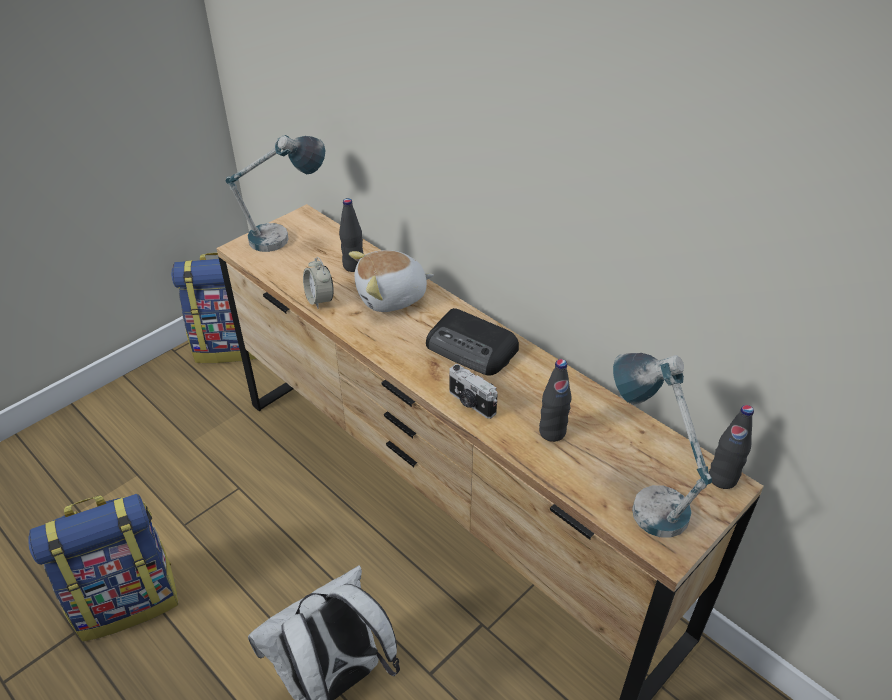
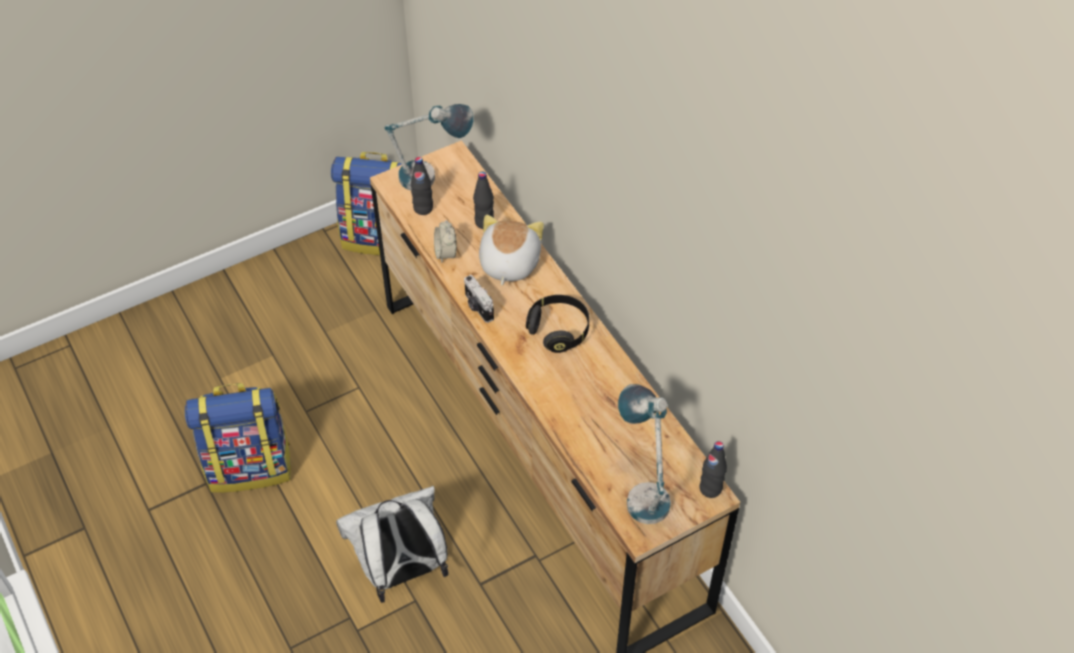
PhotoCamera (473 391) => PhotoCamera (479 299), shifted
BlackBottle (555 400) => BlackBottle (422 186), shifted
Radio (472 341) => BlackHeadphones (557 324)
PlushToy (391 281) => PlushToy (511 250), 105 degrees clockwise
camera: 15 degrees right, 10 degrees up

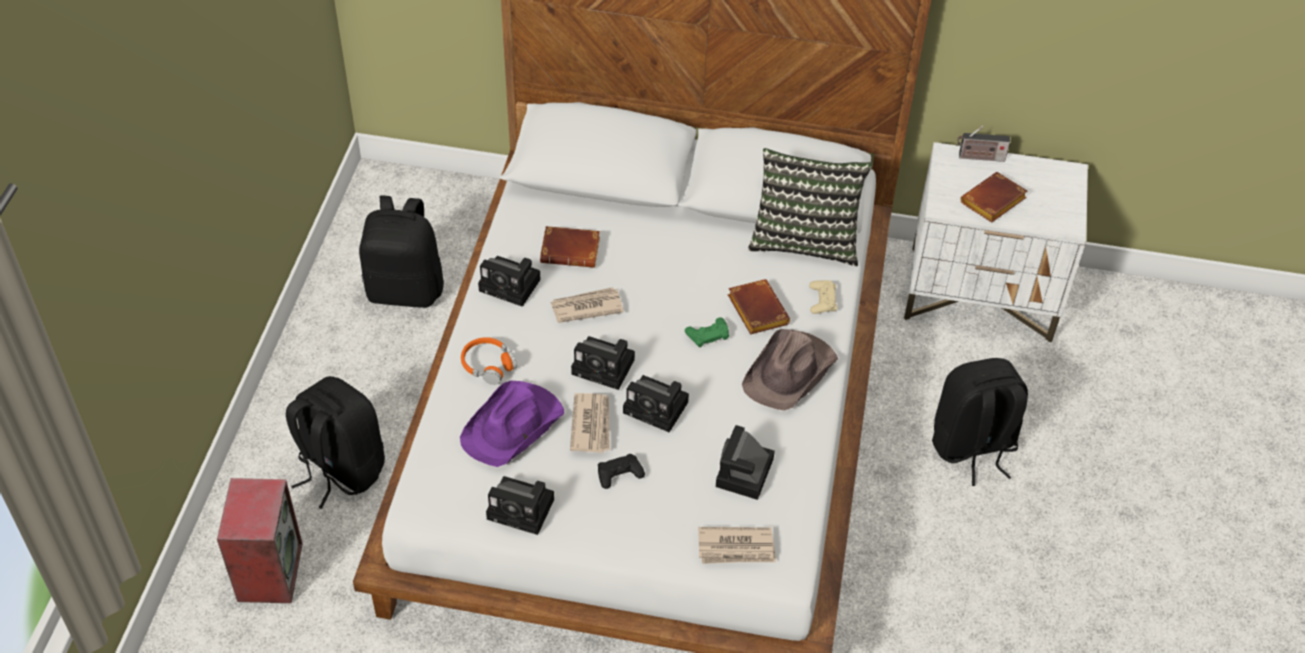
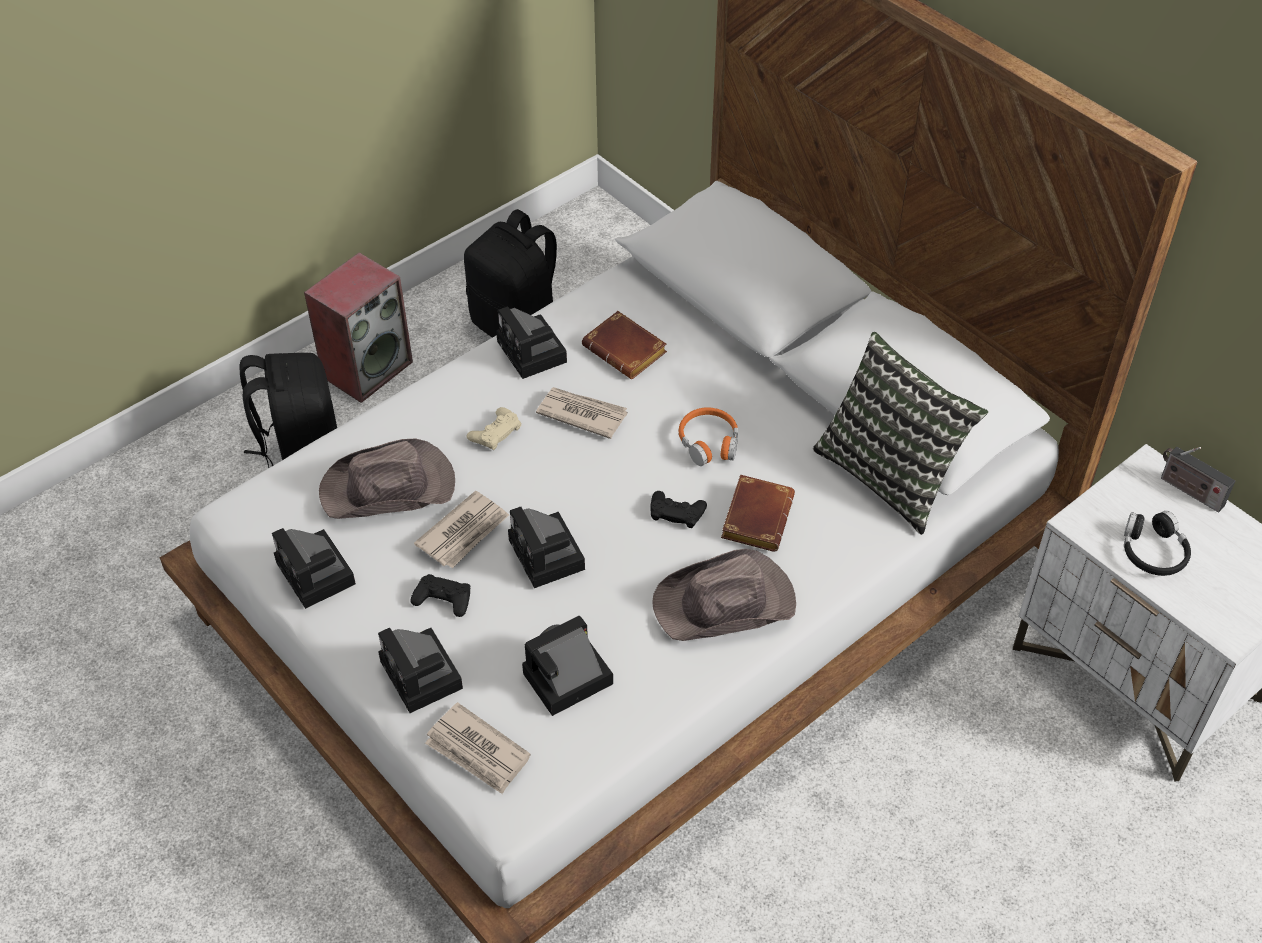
BlackBackpack (980 422) => nothing
Speaker (260 540) => Speaker (358 327), shifted
OrangeHeadphones (489 361) => OrangeHeadphones (708 436), shifted
PhotoCamera (603 363) => PhotoCamera (420 670), shifted
BeigeGameController (823 297) => BeigeGameController (494 428), shifted
BrownBook (993 197) => BlackHeadphones (1157 543)
PurpleHat (512 424) => BrownHat (387 479)
GreenGameController (707 332) => BlackGameController (678 509)
camera: 40 degrees right, 0 degrees up

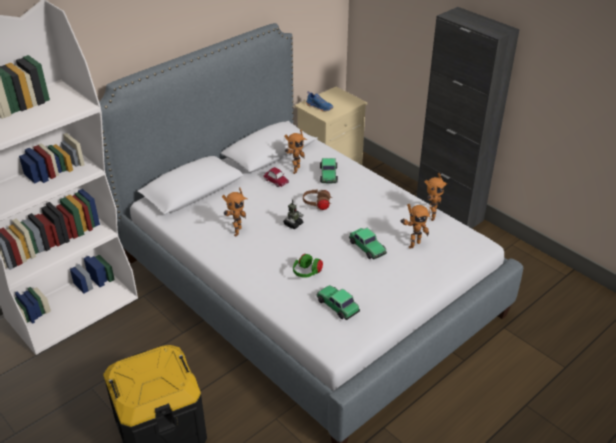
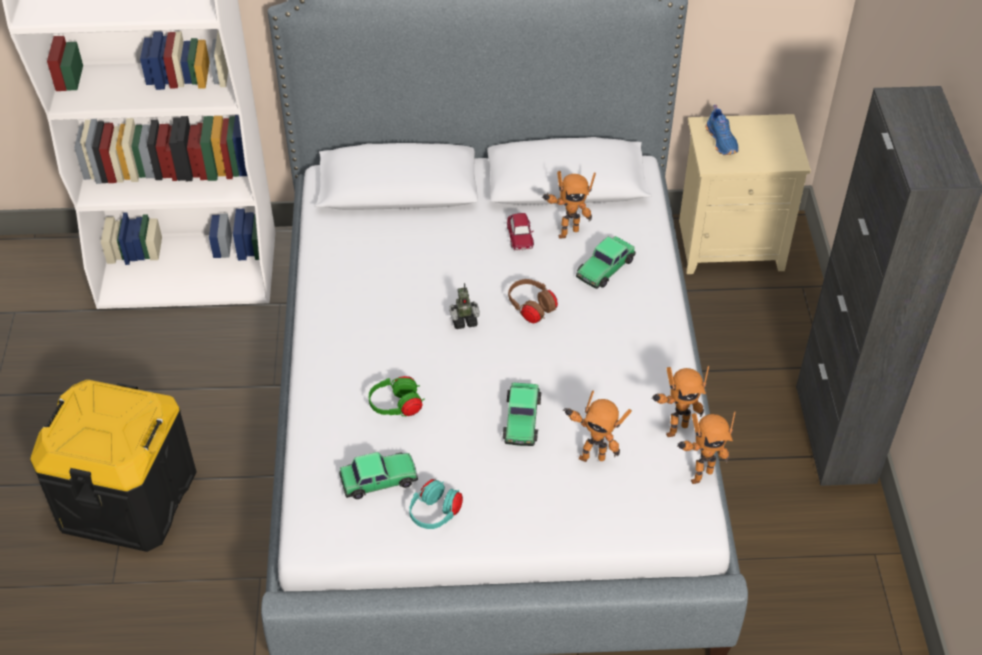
nothing => TurquoiseHeadphones (436 504)
ToyRobot (234 211) => ToyRobot (706 447), shifted
ToyCar (338 302) => ToyCar (378 475), 75 degrees clockwise
camera: 40 degrees right, 10 degrees up

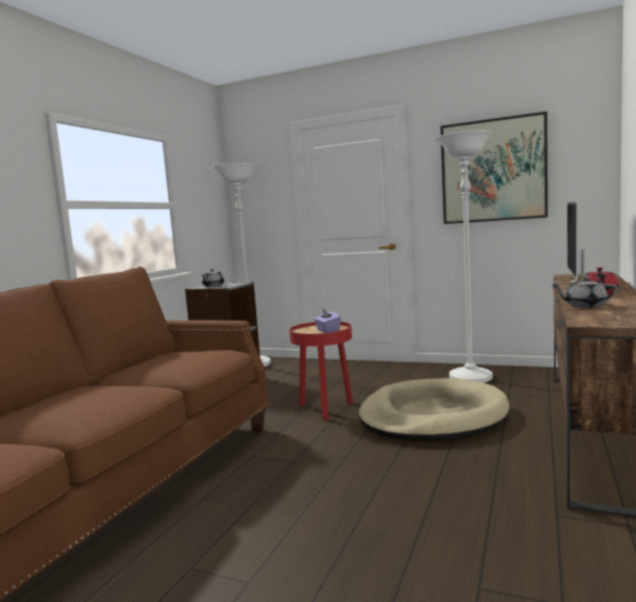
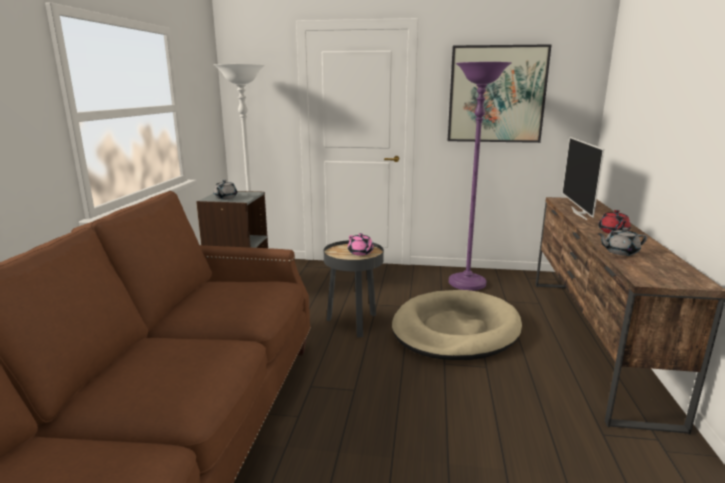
PurpleTissueBox (327 320) => PinkTeapot (361 244)
RedSideTable (321 371) => BlackSideTable (354 289)
WhiteFloorLamp (464 256) => PurpleFloorLamp (480 176)
camera: 15 degrees left, 10 degrees up

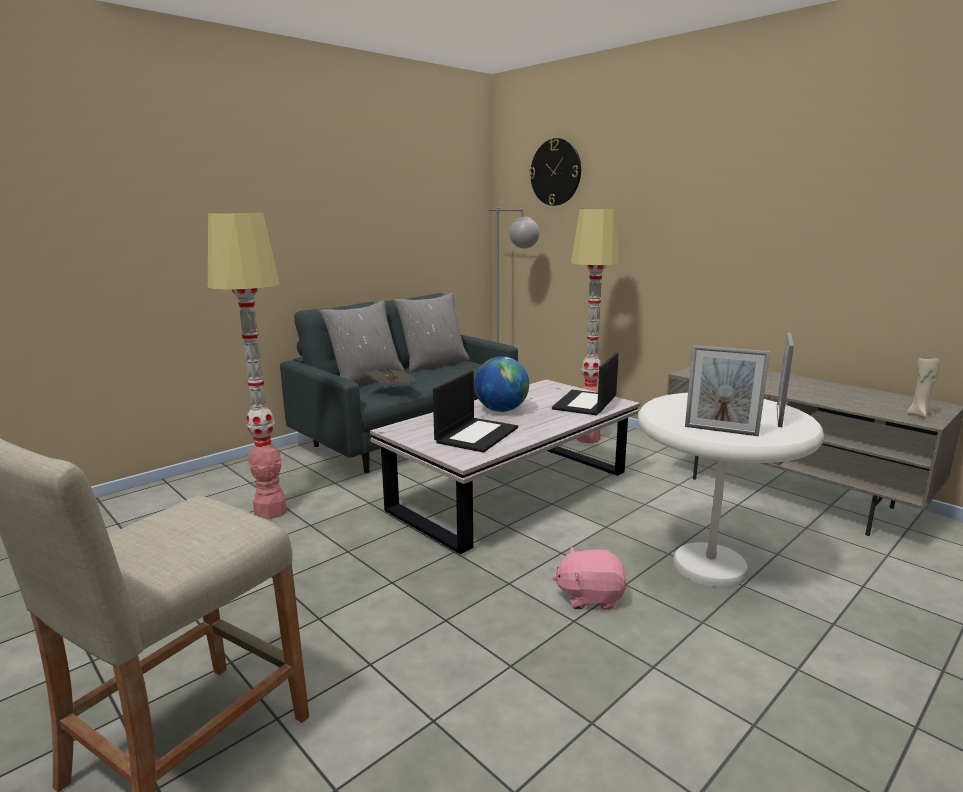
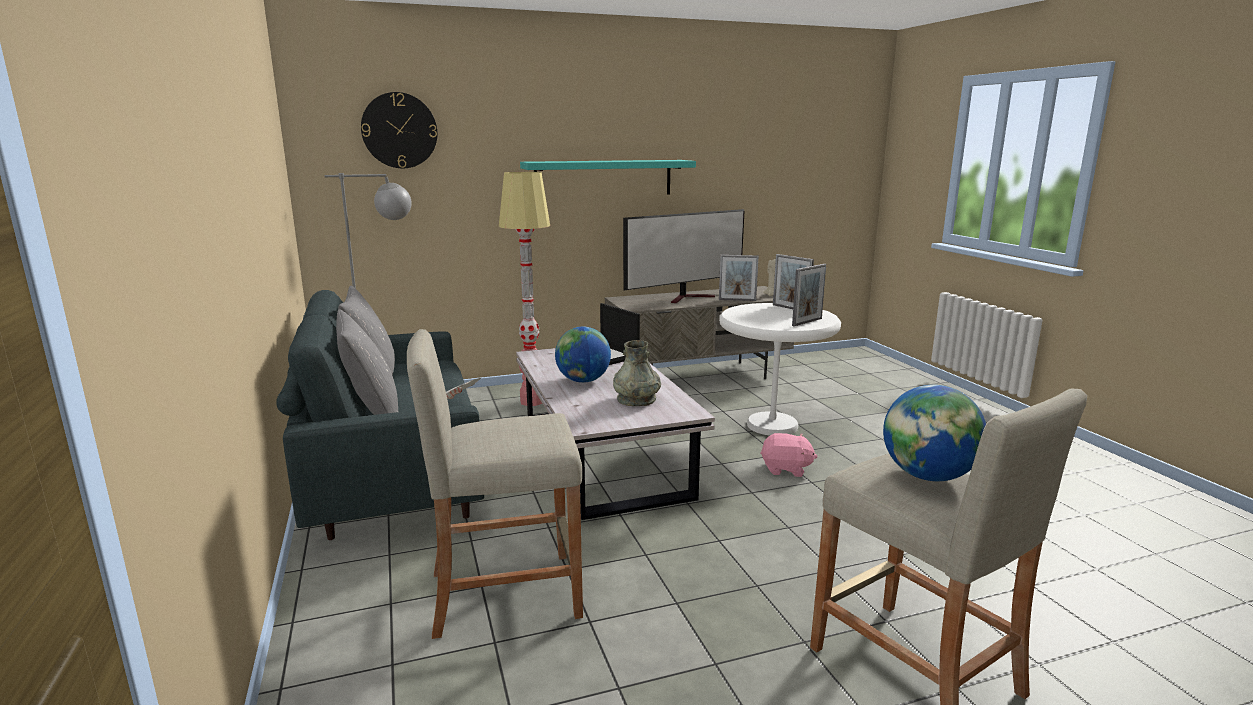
nothing => TurquoiseShelf (608 177)
nothing => Television (683 256)
nothing => PictureFrame (739 278)
nothing => Globe (934 433)
FloorLamp (247 366) => BeigeStool (495 484)
Laptop (475 412) => GreyVase (637 373)
PinkPlushToy (589 578) => PinkPlushToy (789 455), 105 degrees counterclockwise
camera: 65 degrees left, 0 degrees up

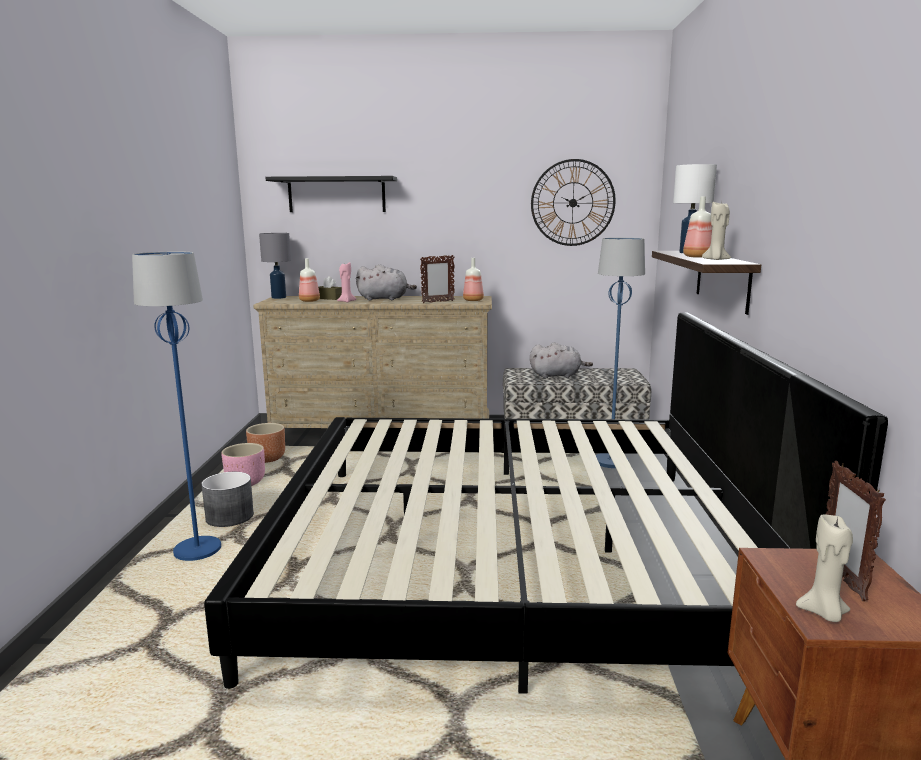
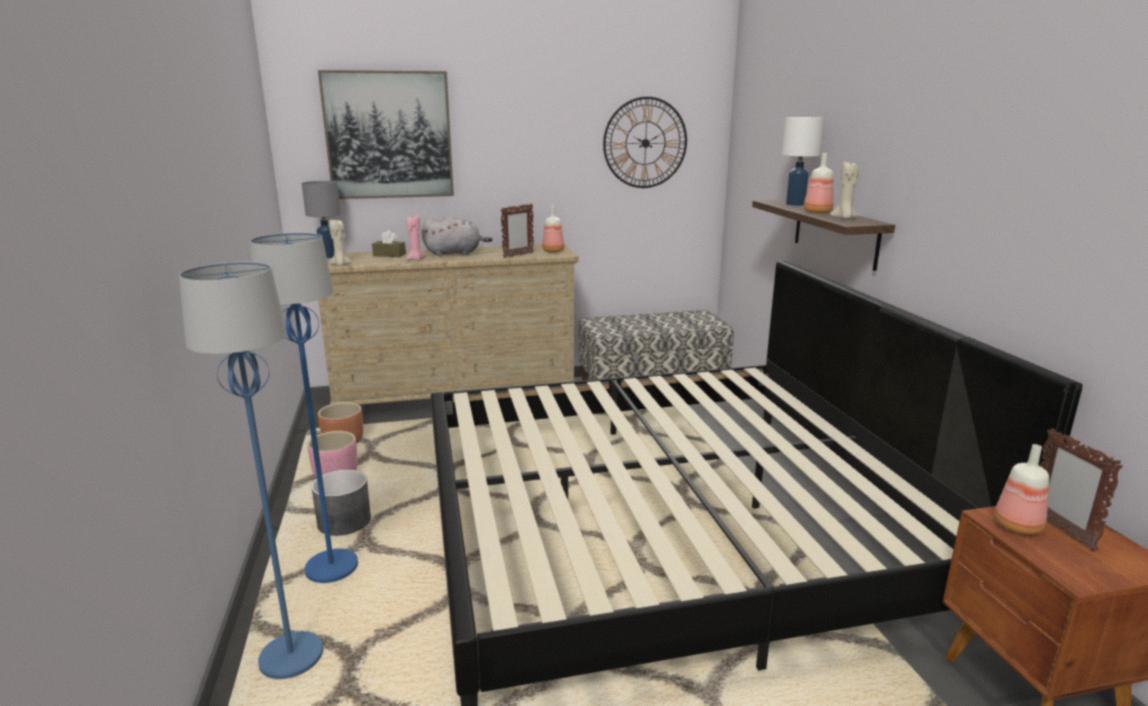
GreyPlushToy (561 360) => nothing
Bottle (309 280) => Bottle (1021 489), shifted
BlueFloorLamp (620 353) => BlueFloorLamp (251 470), shifted
BeigeCandle (824 568) => BeigeCandle (340 243), shifted
BlackShelf (331 194) => Picture (386 134)
camera: 15 degrees left, 5 degrees up

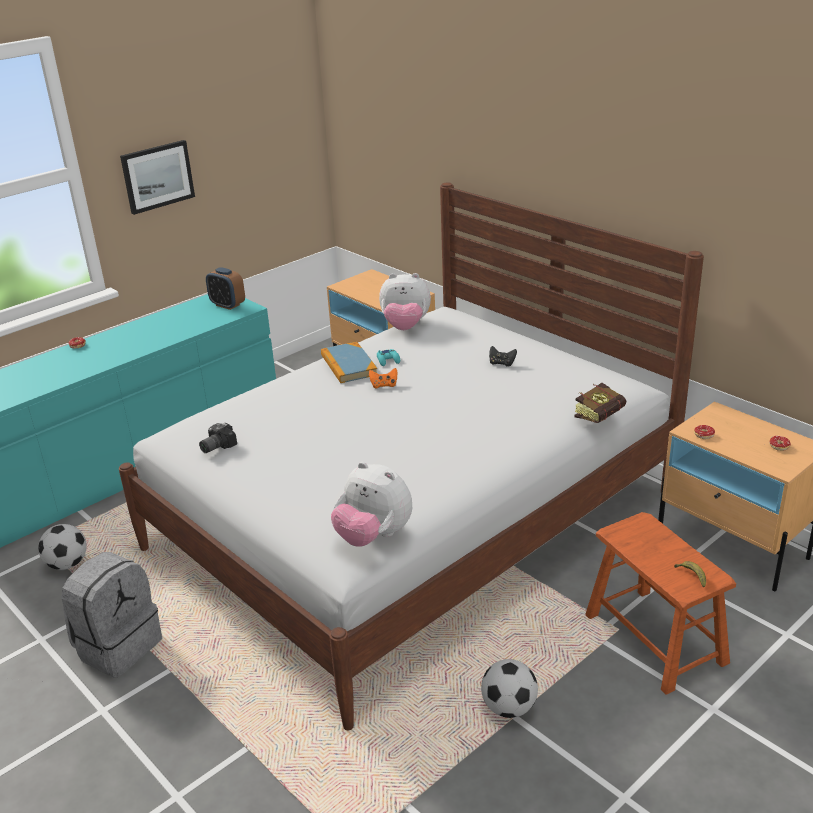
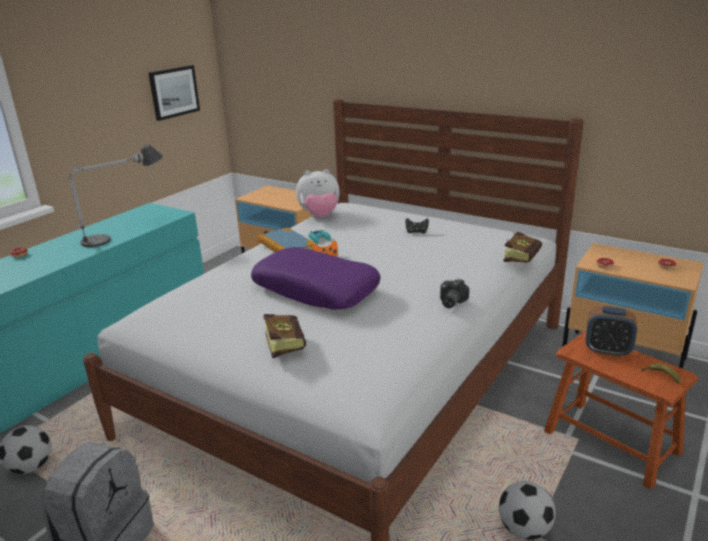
PlushToy (371 504) => nothing
nothing => TableLamp (116 195)
nothing => PurplePillow (316 278)
nothing => Book (284 336)
Picture (157 177) => Picture (174 93), shifted
PhotoCamera (218 438) => PhotoCamera (454 293), shifted
AlarmClock (225 288) => AlarmClock (611 331), shifted
camera: 15 degrees left, 5 degrees down

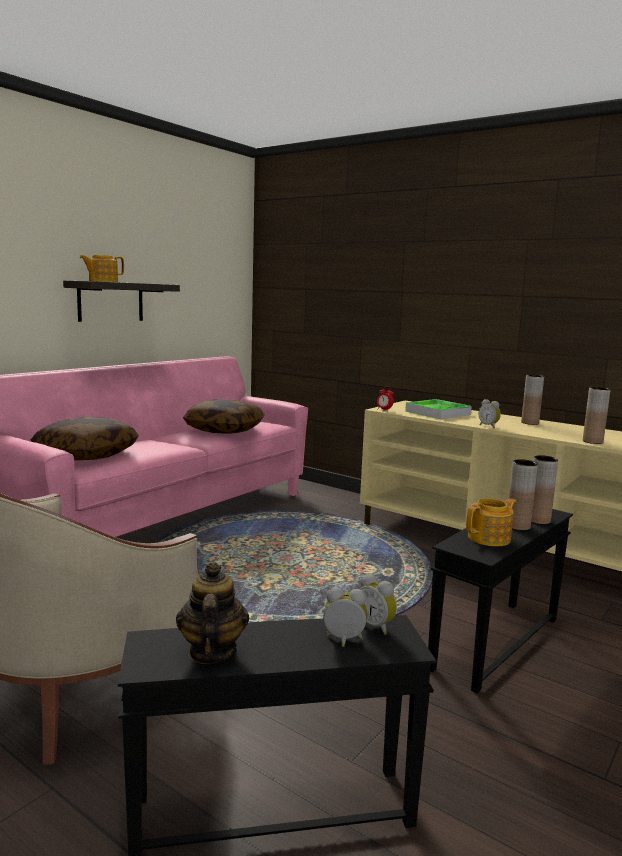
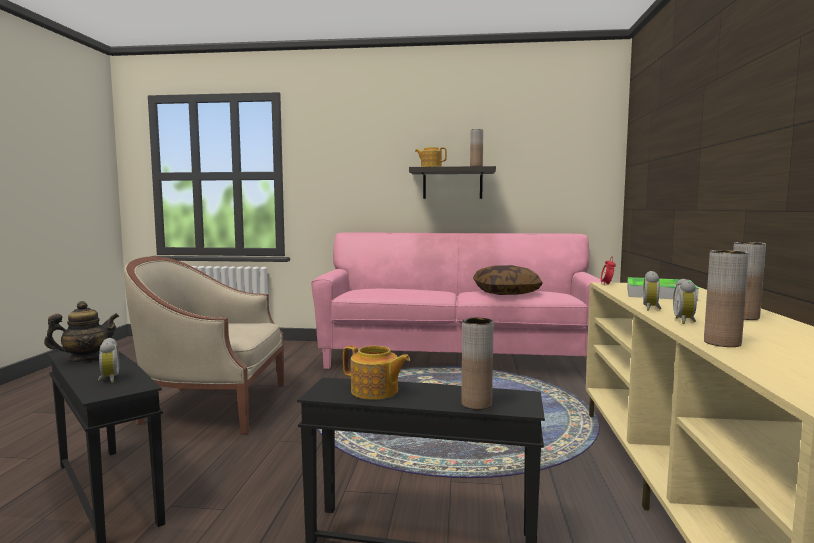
Pillow (85 438) => nothing
AlarmClock (378 604) => AlarmClock (685 301), shifted
BrownVase (523 495) => BrownVase (477 147), shifted
camera: 60 degrees right, 5 degrees down

